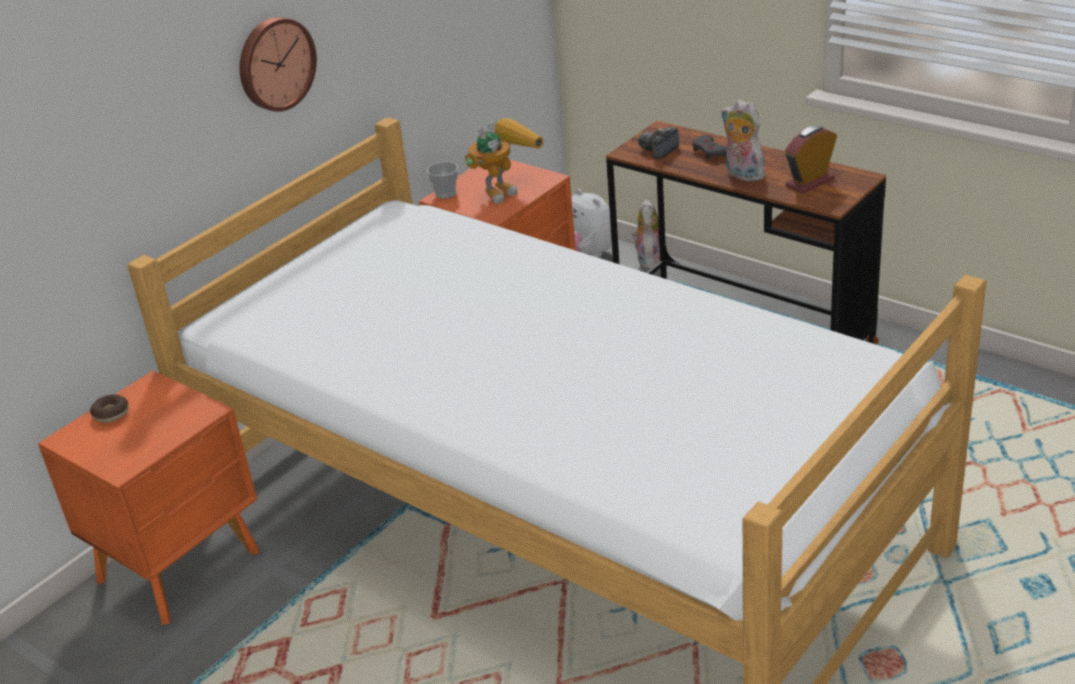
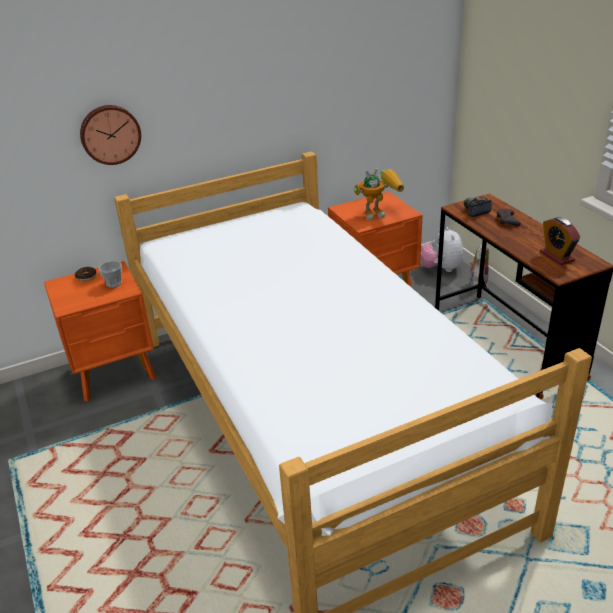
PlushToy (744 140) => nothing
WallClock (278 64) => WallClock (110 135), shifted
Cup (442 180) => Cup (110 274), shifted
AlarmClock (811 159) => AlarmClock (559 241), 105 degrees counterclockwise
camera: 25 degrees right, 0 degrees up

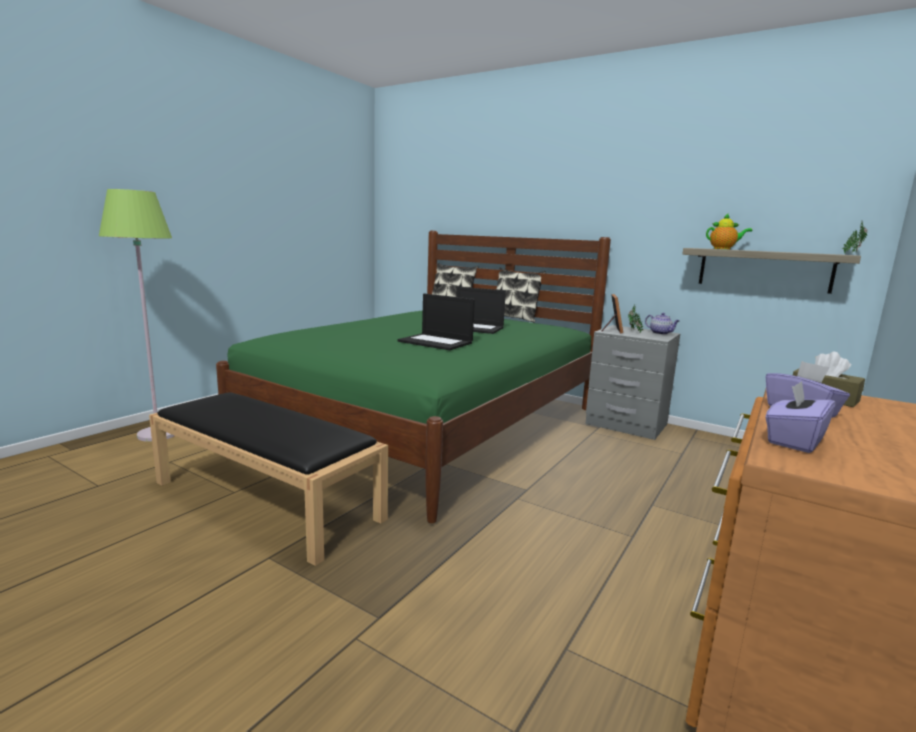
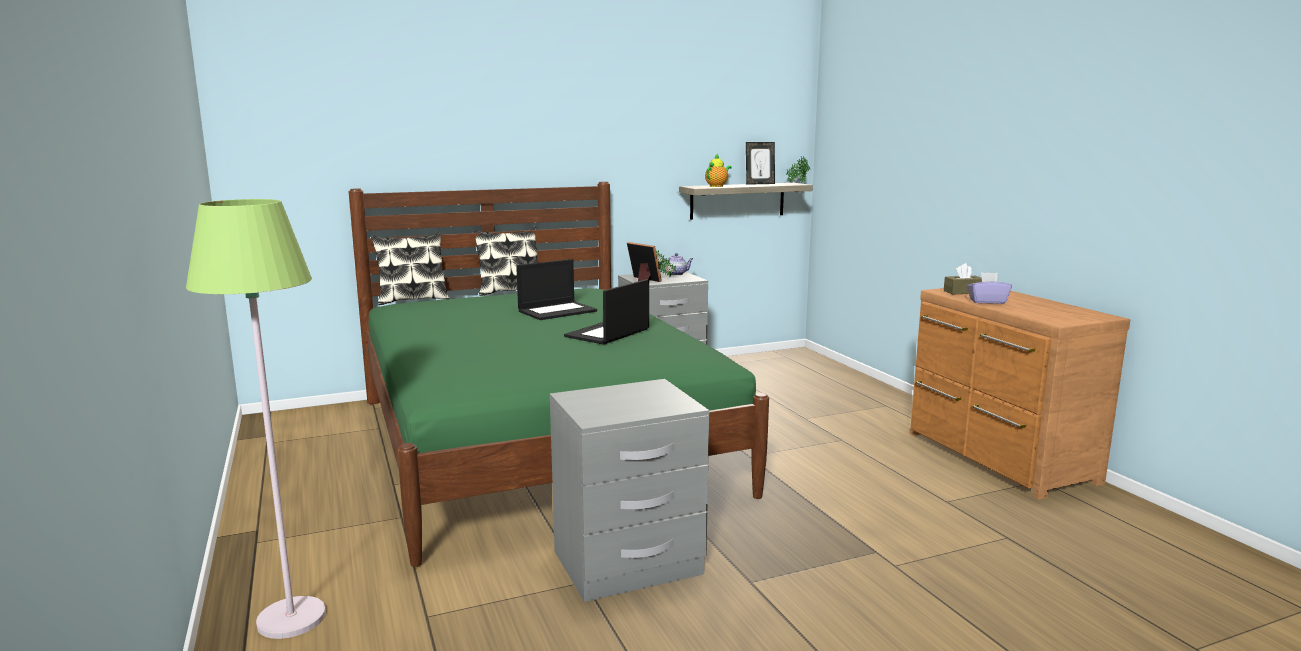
PurpleTissueBox (800 417) => nothing
nothing => PictureFrame (760 163)
BlackBench (268 479) => GreyNightstand (629 490)
Laptop (436 322) => Laptop (606 312), 150 degrees clockwise
camera: 55 degrees left, 0 degrees up

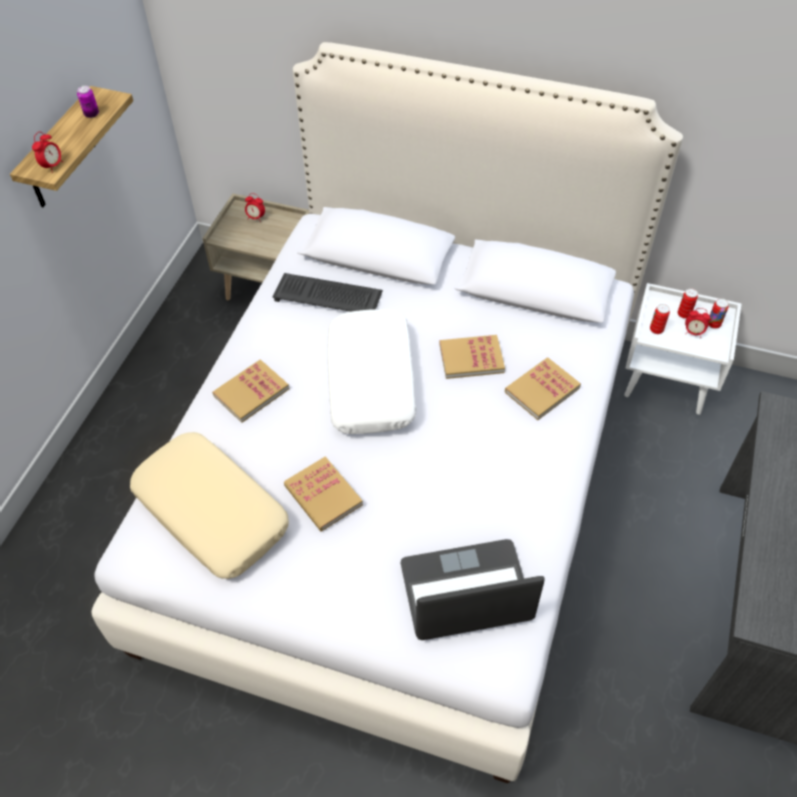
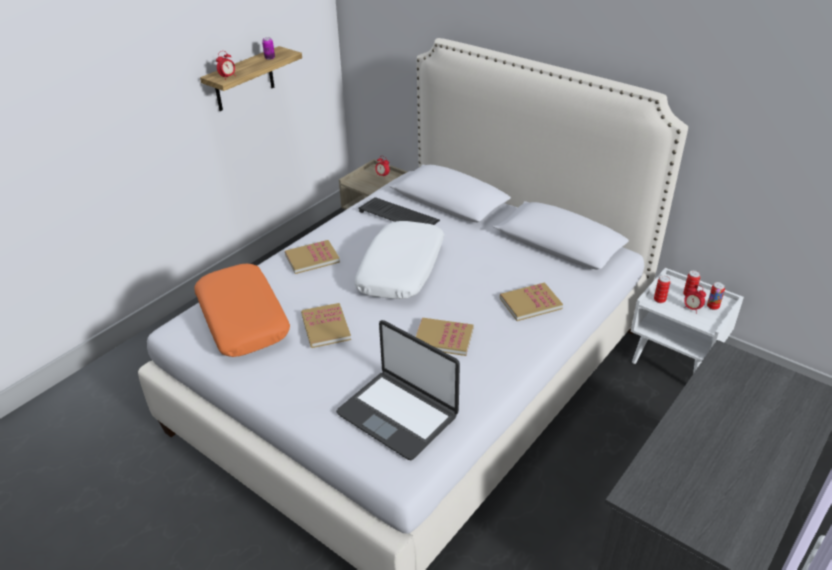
Book (472 357) => Book (444 337), shifted
BeigePillow (209 505) => OrangePillow (242 310)
Laptop (473 589) => Laptop (398 390), 150 degrees counterclockwise
camera: 20 degrees right, 15 degrees down

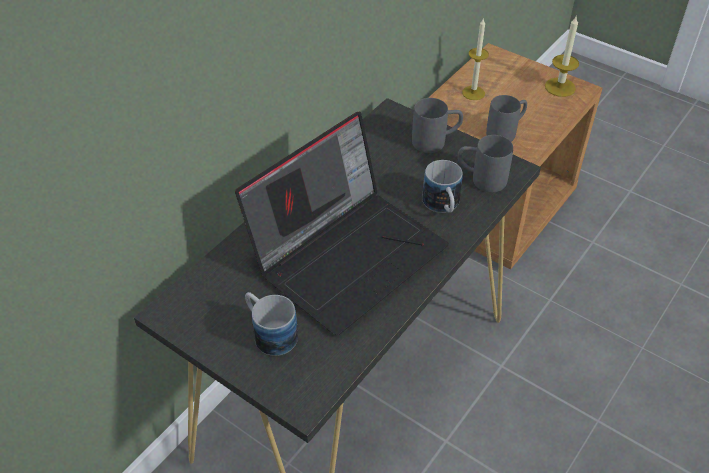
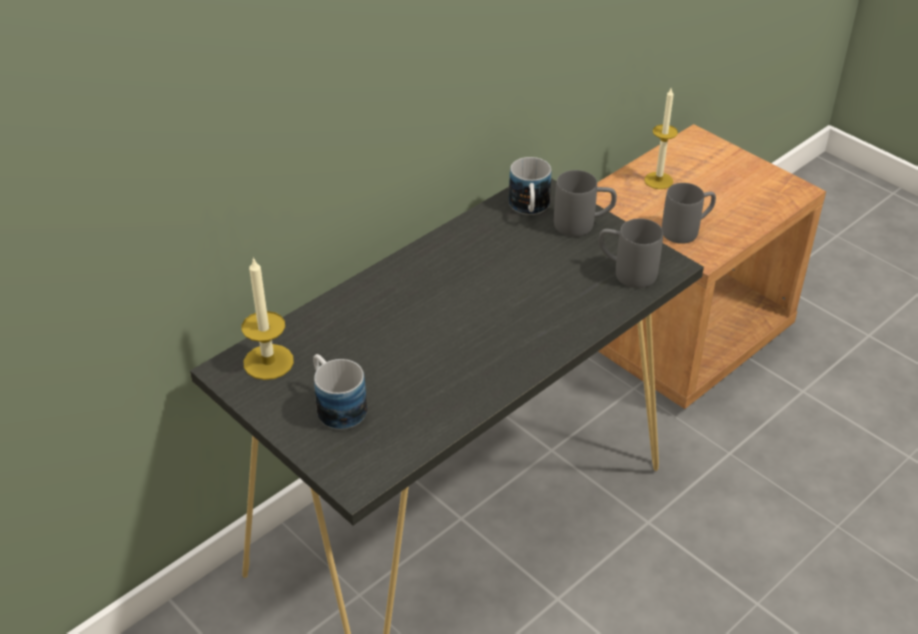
Laptop (342 223) => nothing
Mug (442 186) => Mug (530 186), shifted
Candle (562 57) => Candle (268 318), shifted
camera: 10 degrees right, 5 degrees down

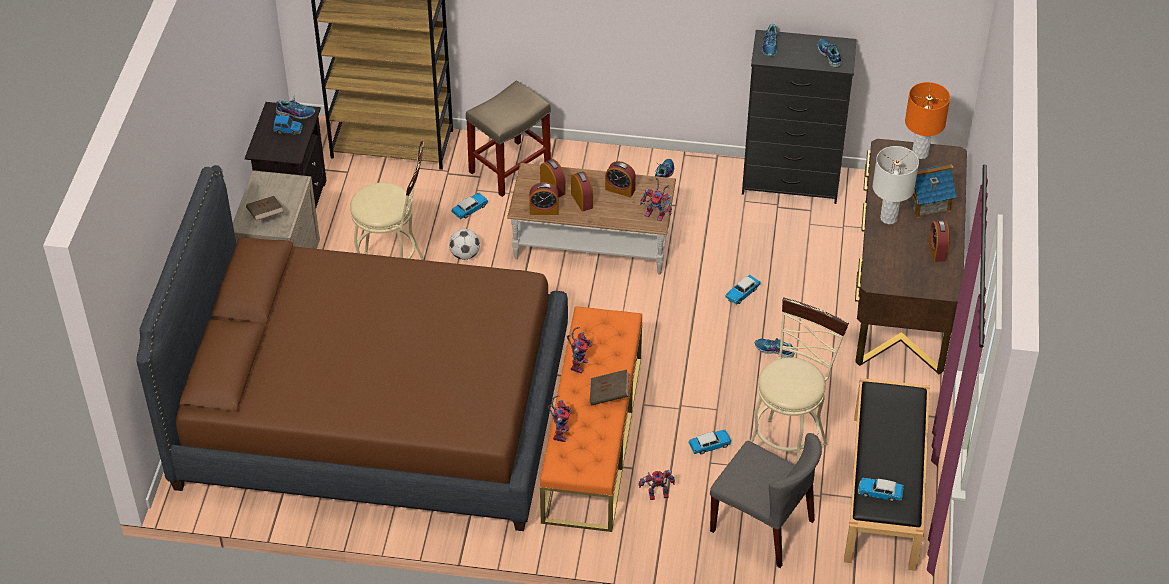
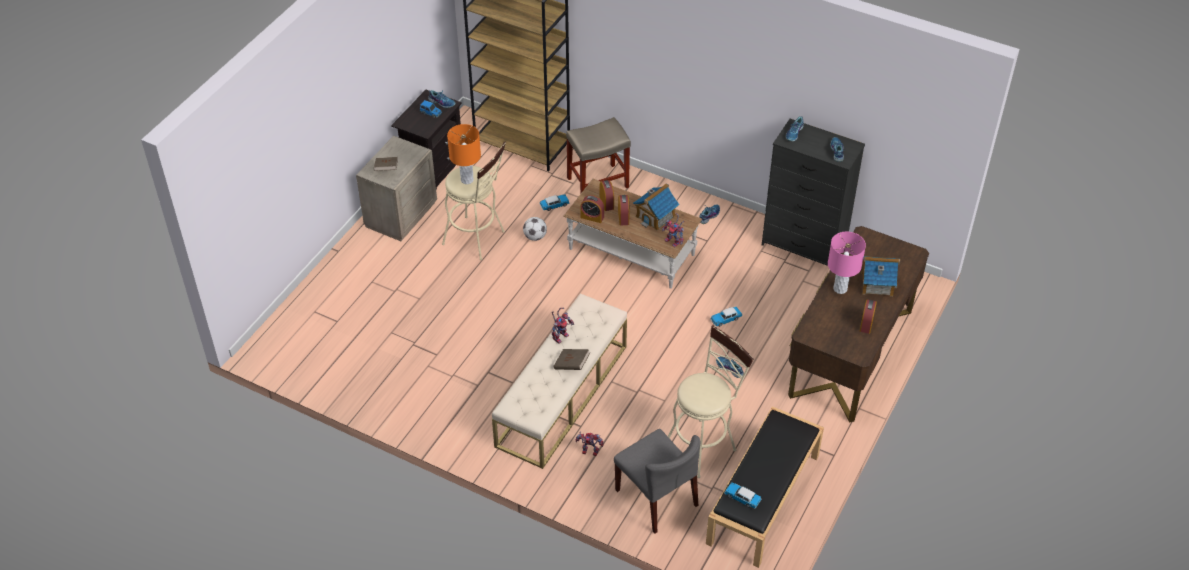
BrownBed (352 348) => nothing
ToyRobot (560 418) => nothing
ToyCar (710 442) => nothing
OrangeTableLamp (927 120) => OrangeTableLamp (464 154), shifted
AlarmClock (620 179) => ToyHouse (656 206)
OrangeBench (591 419) => BeigeBench (559 381)
WhiteTableLamp (896 185) => PinkTableLamp (847 263)
camera: 20 degrees right, 0 degrees up

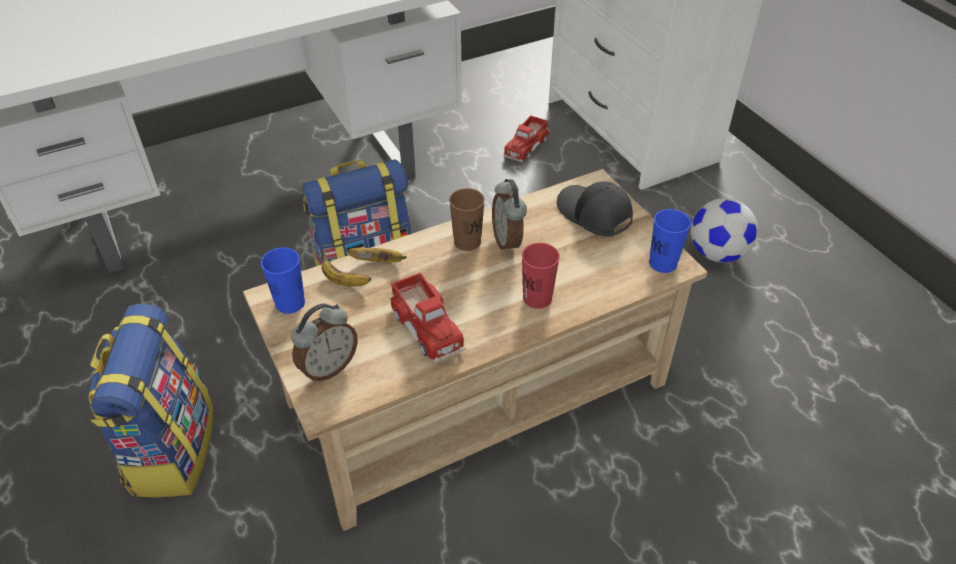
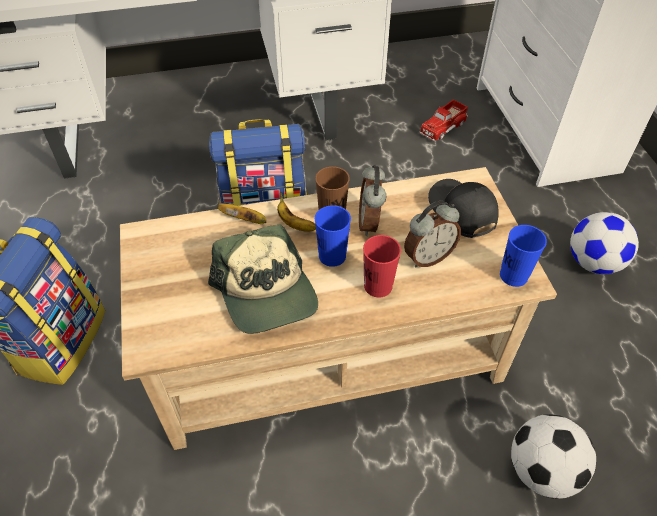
nothing => Football (553 456)
BlueCup (283 280) => BlueCup (333 236), shifted
AlarmClock (324 343) => AlarmClock (432 234), shifted
Banana (346 268) => Banana (296 212), shifted
ToyTruck (428 317) => Cap (263 279)
camera: 15 degrees right, 5 degrees up

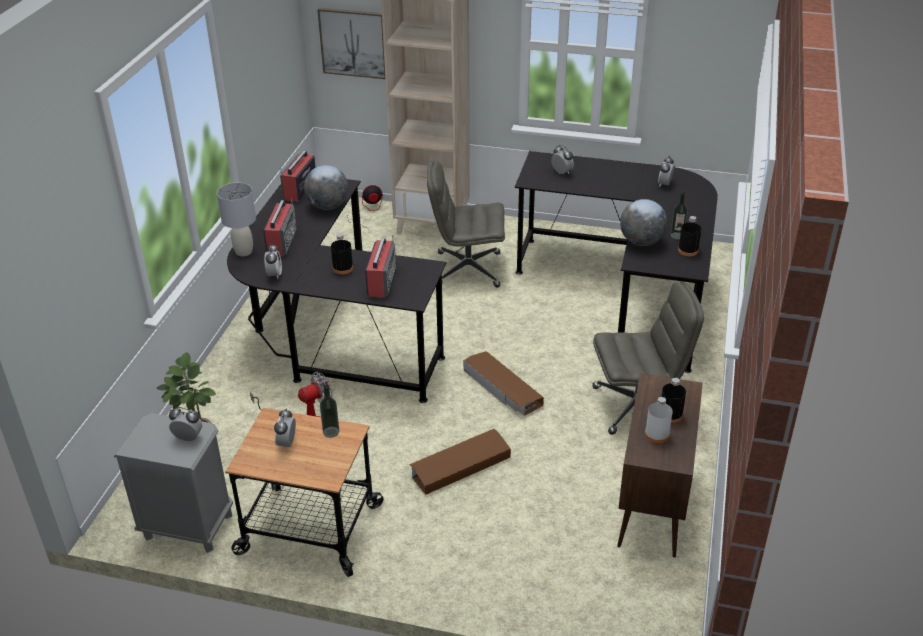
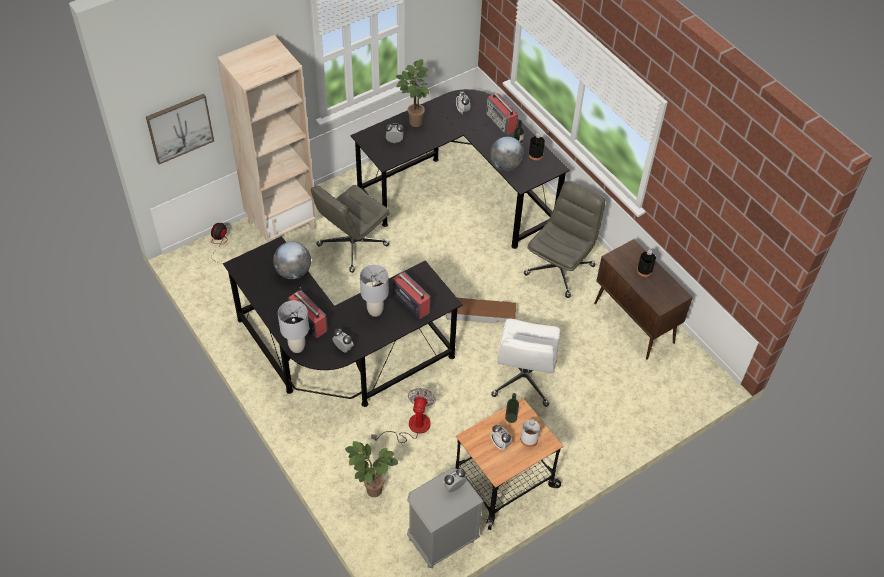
nothing => PottedPlant (412 93)
Radio (298 176) => Radio (502 114), shifted
WhiteBottle (659 420) => WhiteBottle (530 433), shifted
BlackBottle (342 253) => GreyTableLamp (374 290)
BrownStorageBox (460 462) => WhiteOfficeChair (526 363)
camera: 50 degrees left, 15 degrees up

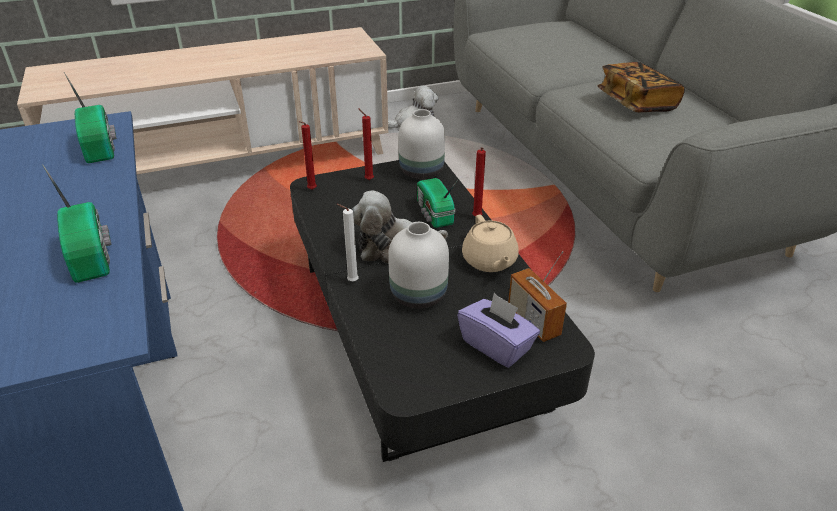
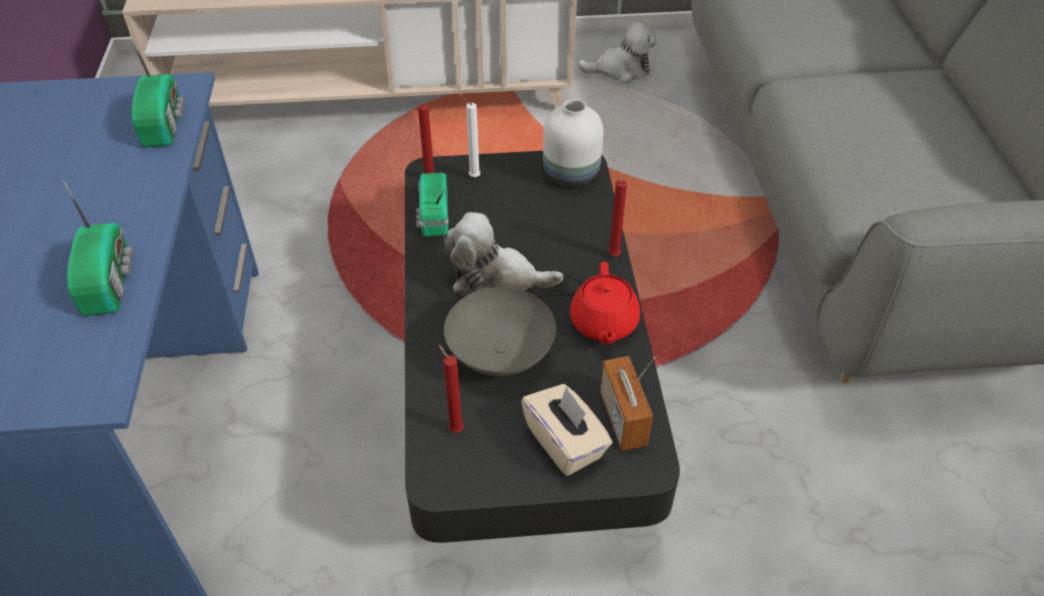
Book (641 87) => nothing
WhiteCandle (348 242) => WhiteCandle (470 137), shifted
RedCandle (366 144) => RedCandle (451 389), shifted
Radio (437 203) => Radio (432 205), shifted
WhiteVase (418 265) => GreyBowl (500 331)
PurpleTissueBox (498 330) => BeigeTissueBox (566 430)
BeigeTeapot (490 243) => RedTeapot (605 303)
camera: 15 degrees right, 10 degrees up

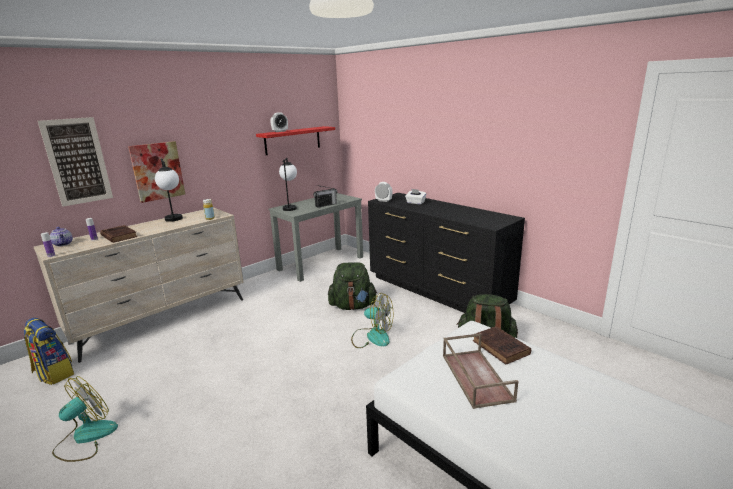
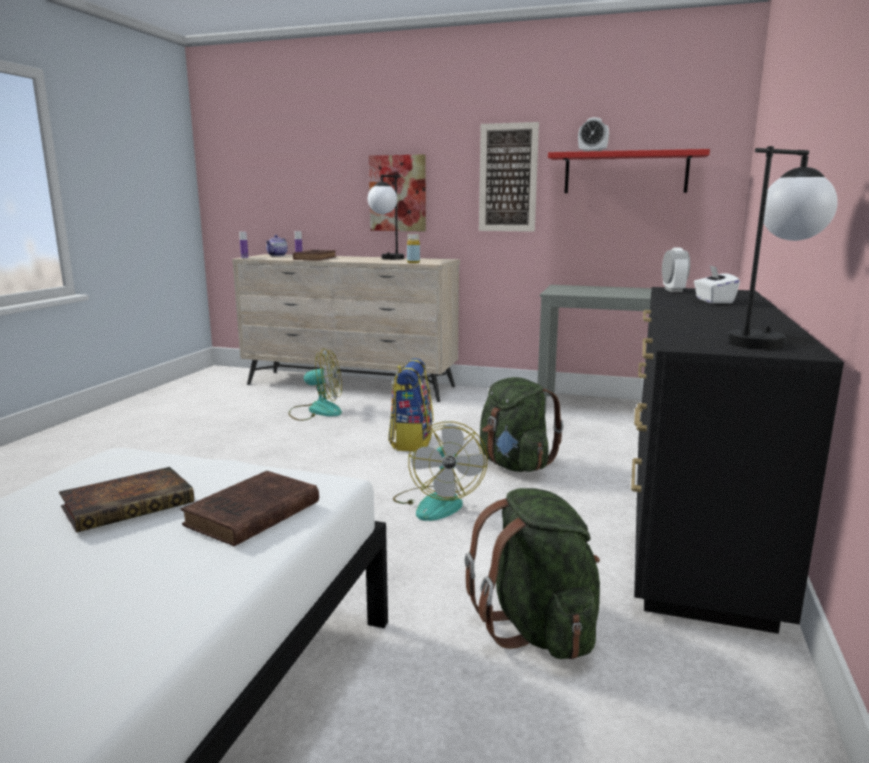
Radio (325 196) => nothing
Backpack (49 351) => Backpack (410 404), shifted
Picture (75 162) => Picture (509 177), shifted
Fan (85 419) => Fan (315 385), shifted
TableLamp (288 184) => TableLamp (783 247), shifted
BrownTray (480 371) => Book (126 500)
camera: 60 degrees right, 5 degrees down

